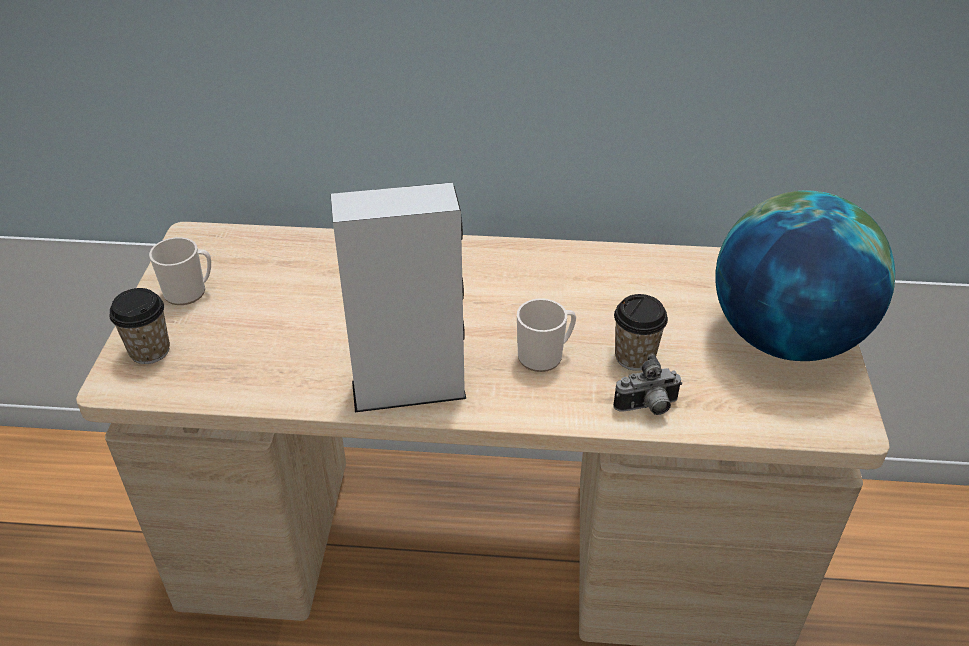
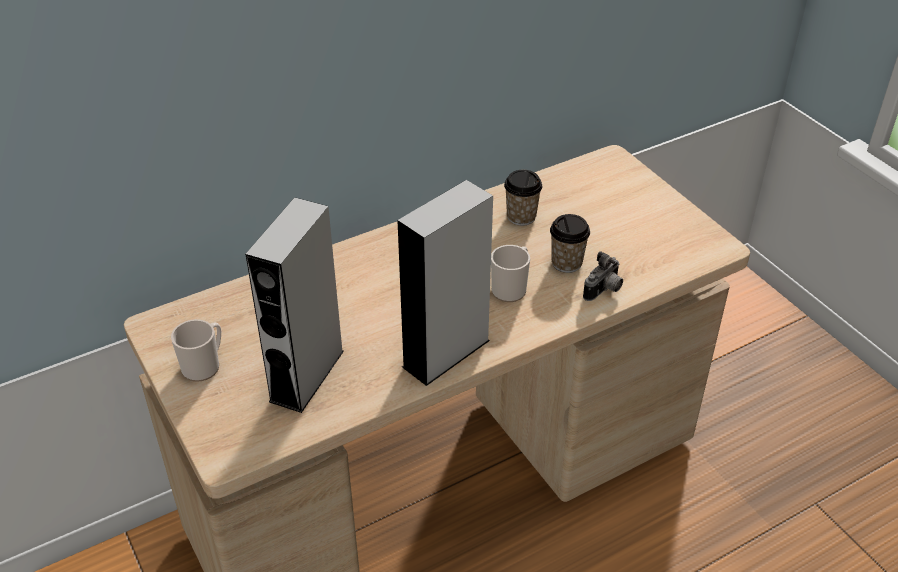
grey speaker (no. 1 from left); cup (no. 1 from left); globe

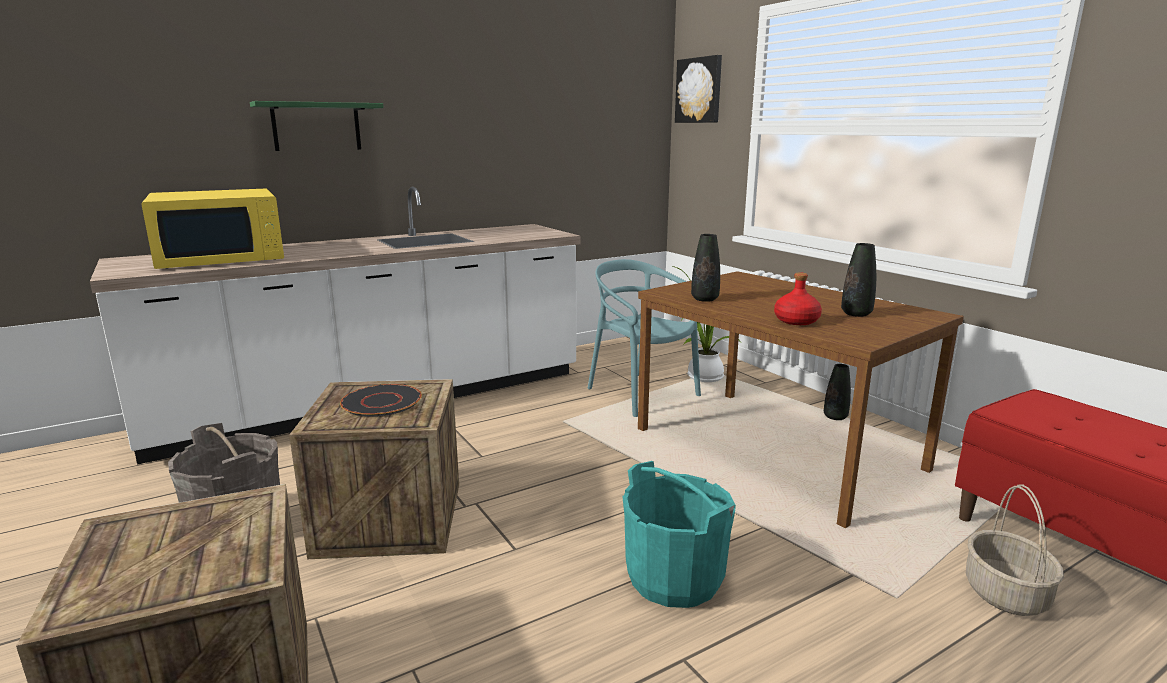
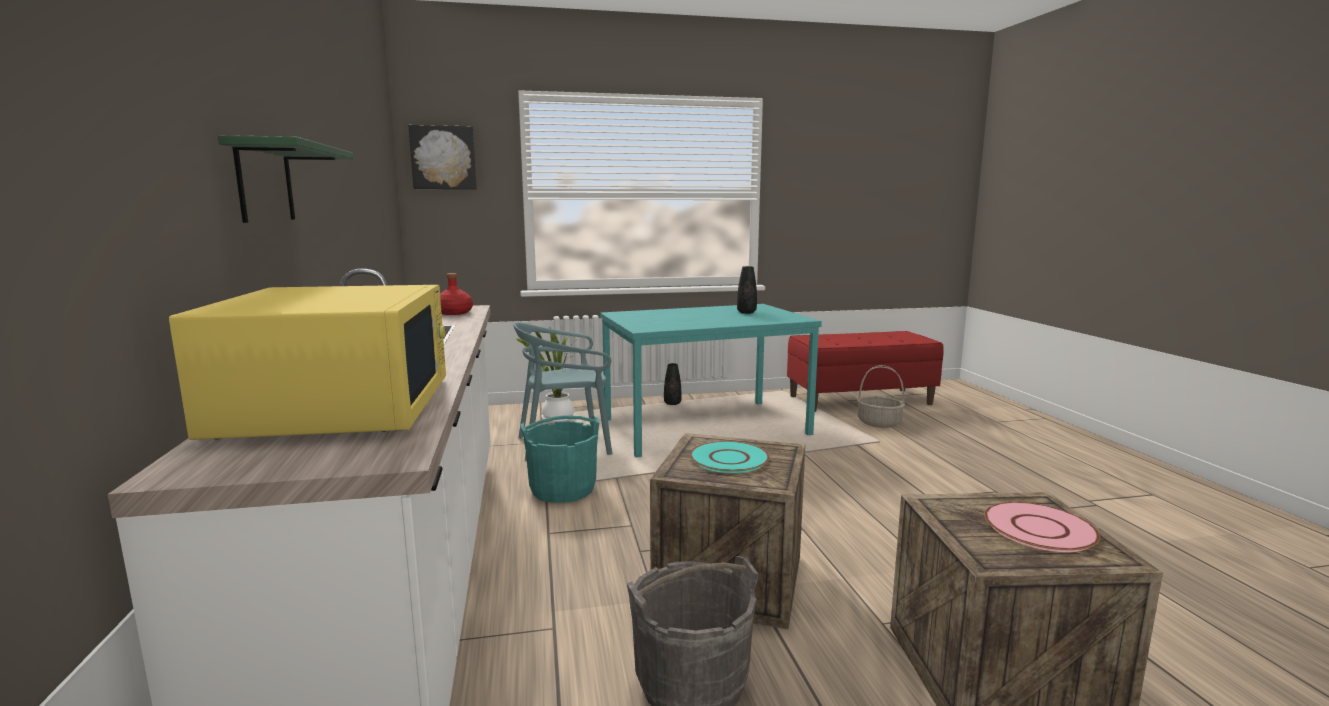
red bottle; turquoise bucket; turquoise dining table; turquoise plate; pink plate; black vase (no. 1 from left in the first image)

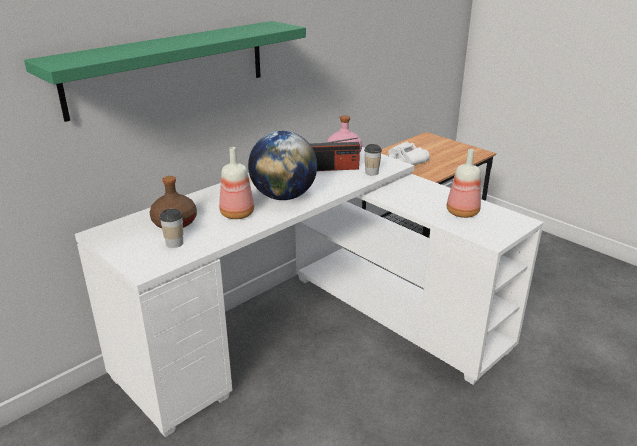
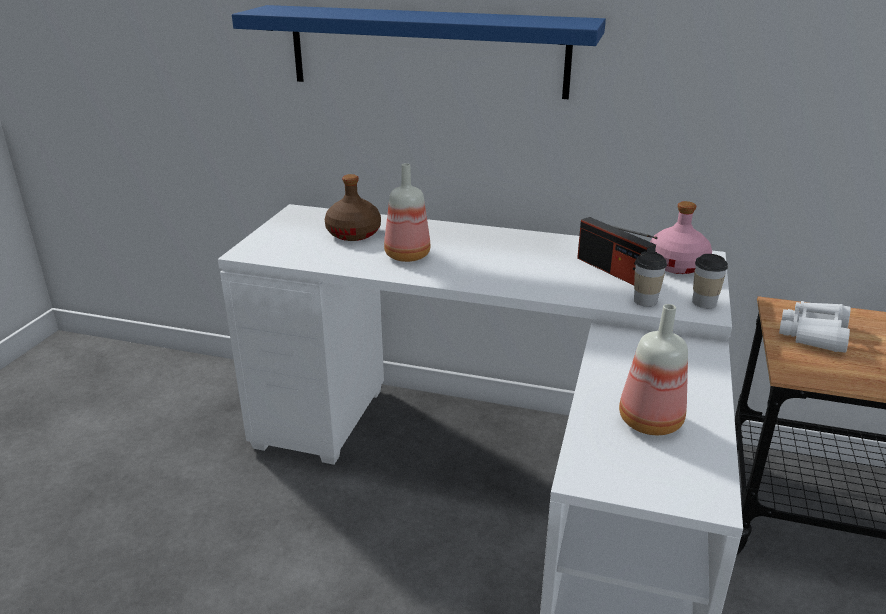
blue shelf; cup (no. 2 from left); globe

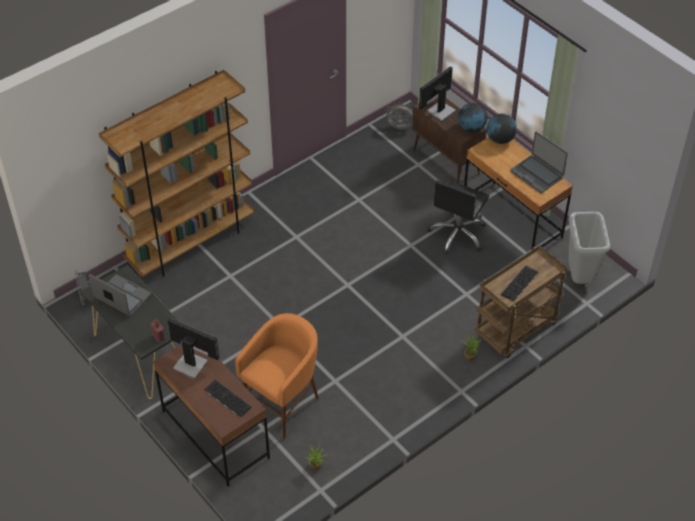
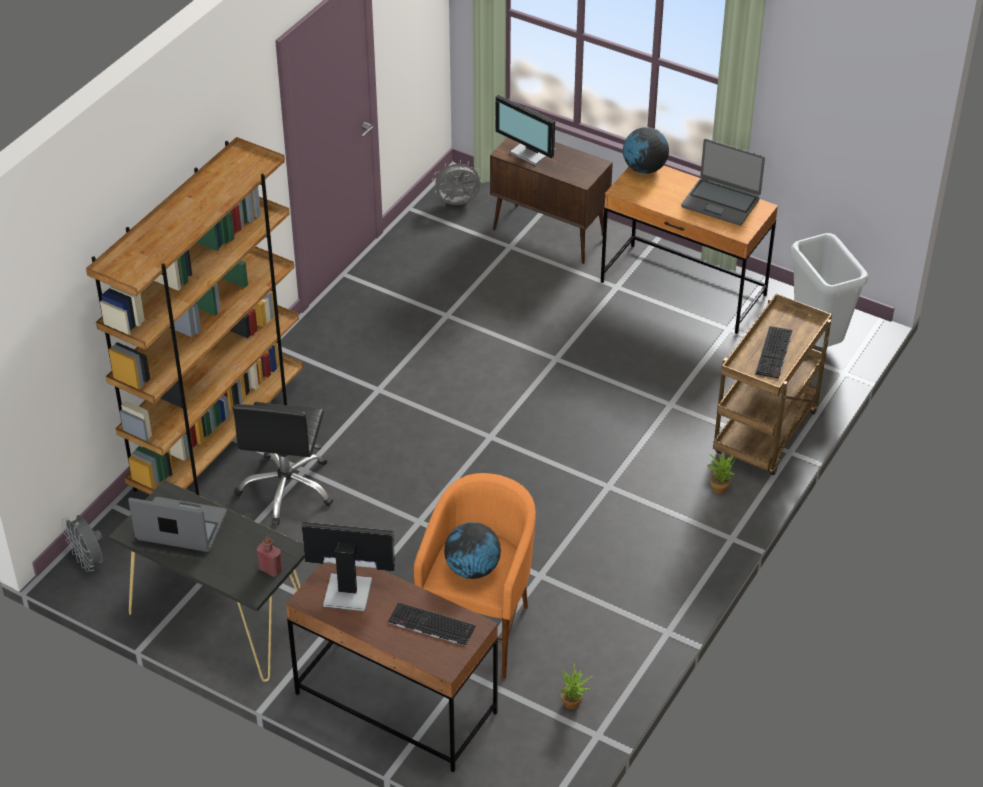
black office chair; globe (no. 1 from left); monitor (no. 2 from left)

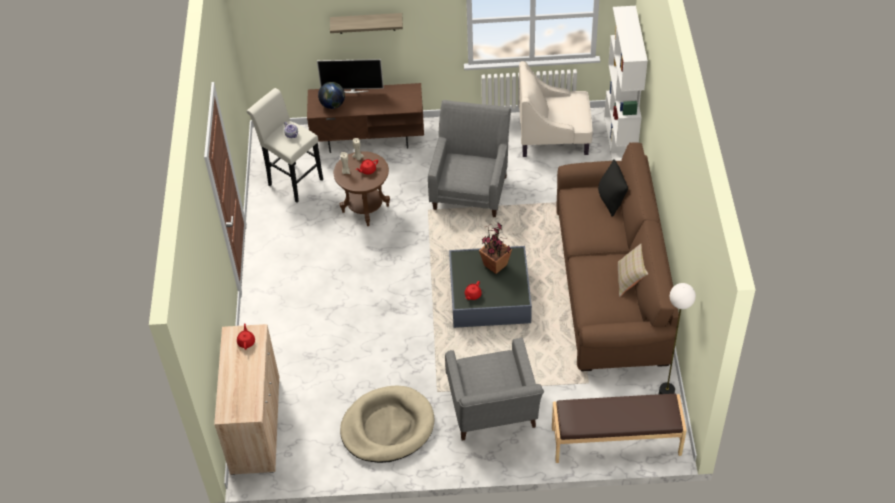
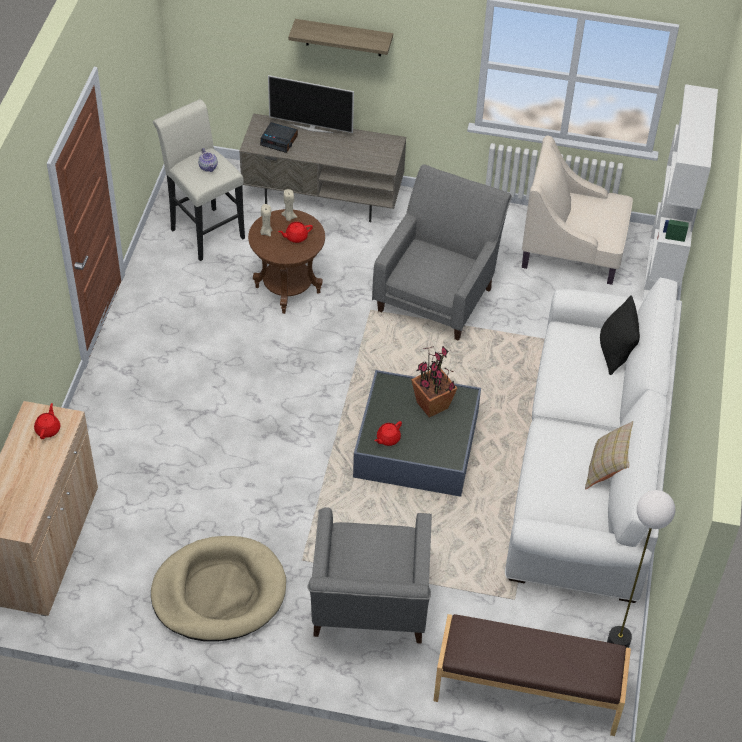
grey tv stand; alarm clock; white sofa

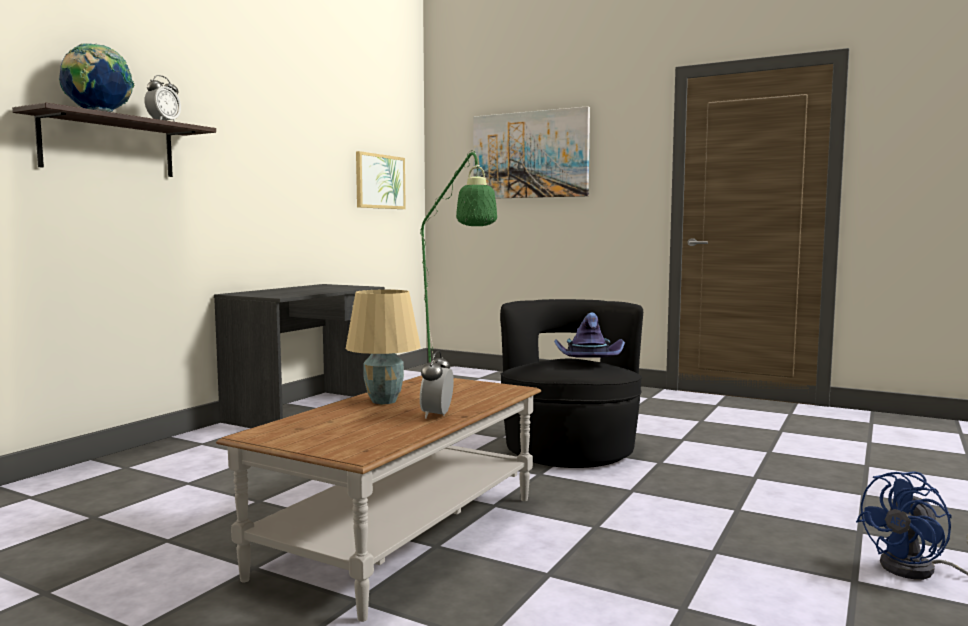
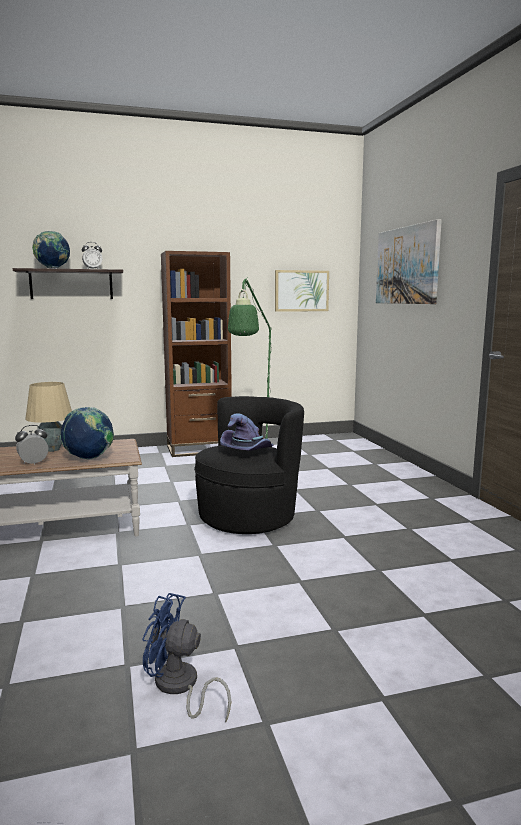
globe (no. 2 from left); brown bookcase

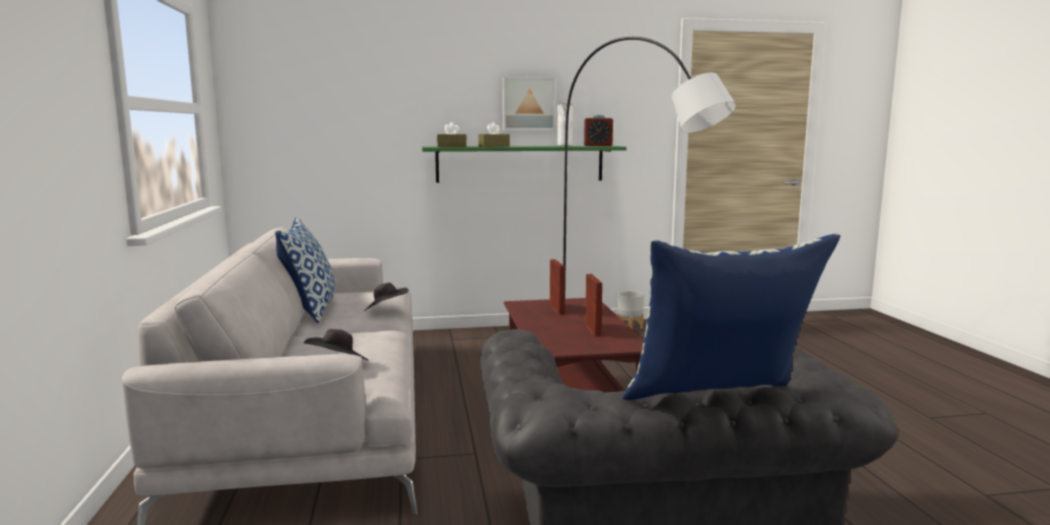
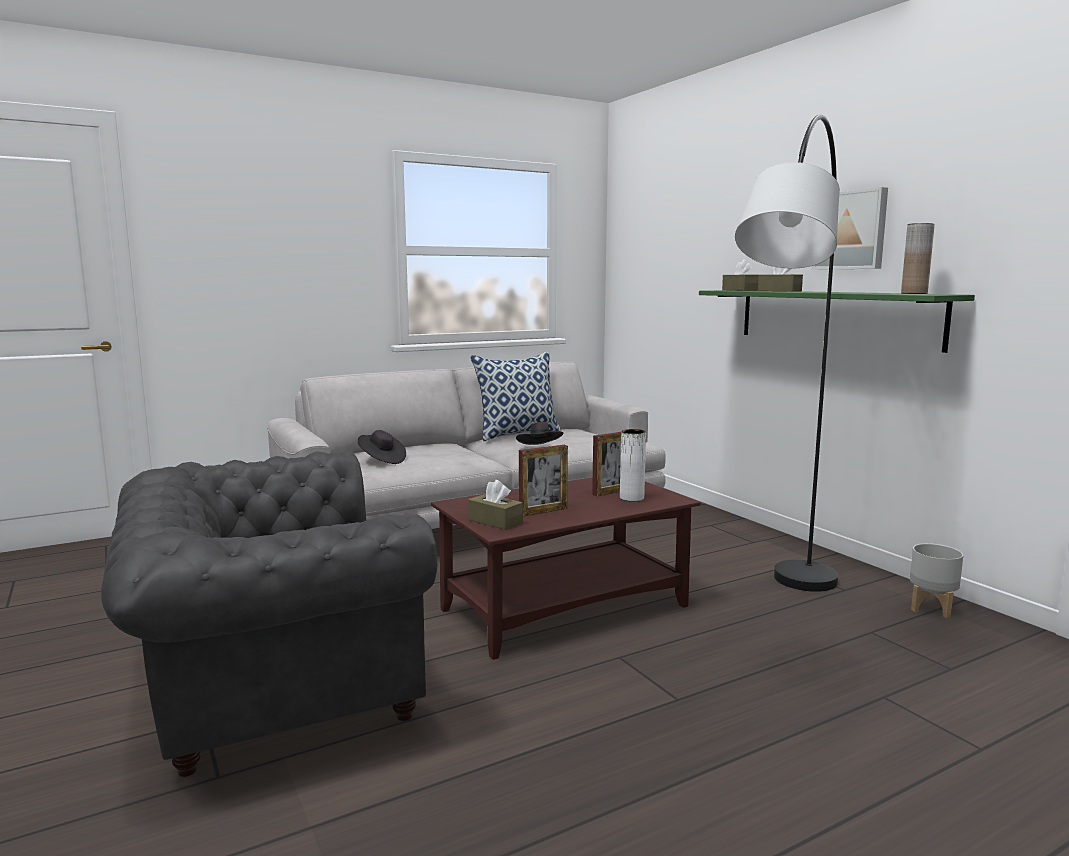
brown tissue box (no. 1 from left); white vase; brown vase; pillow (no. 2 from left in the first image)

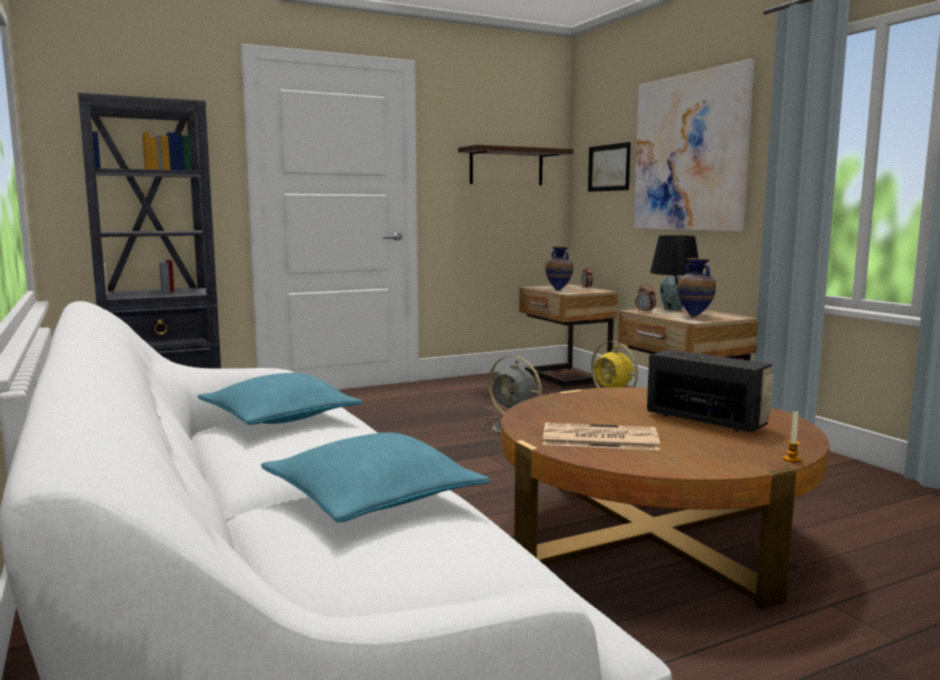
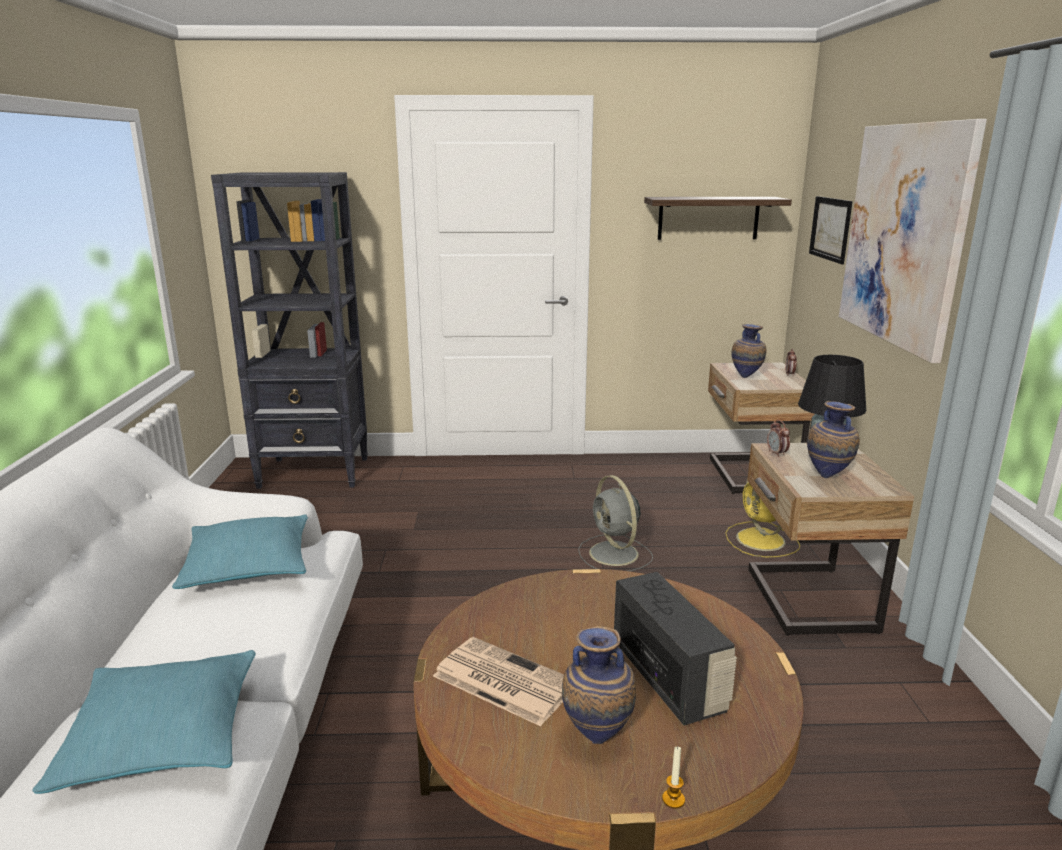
vase (no. 1 from left)

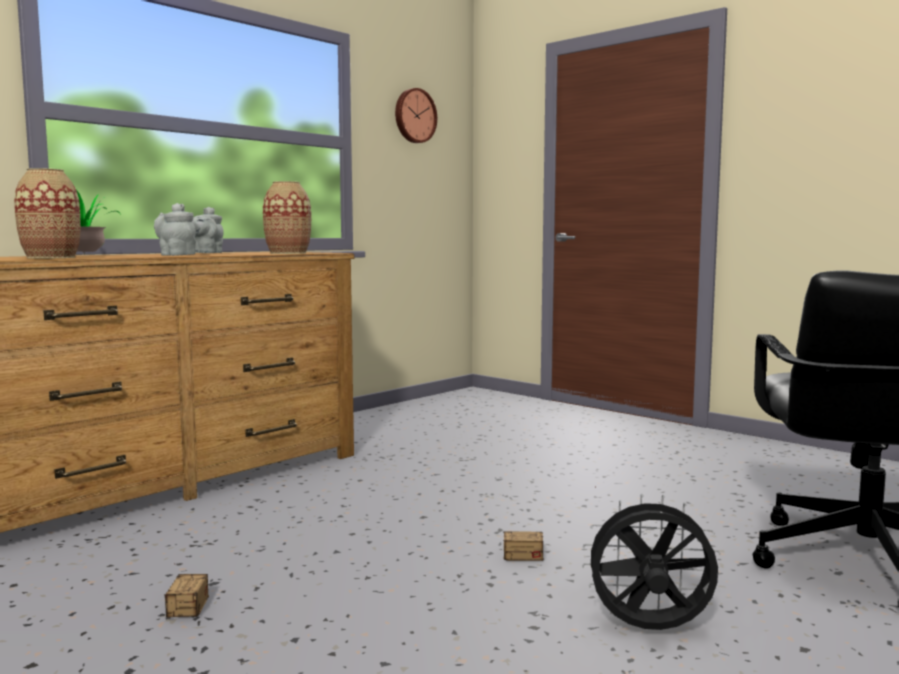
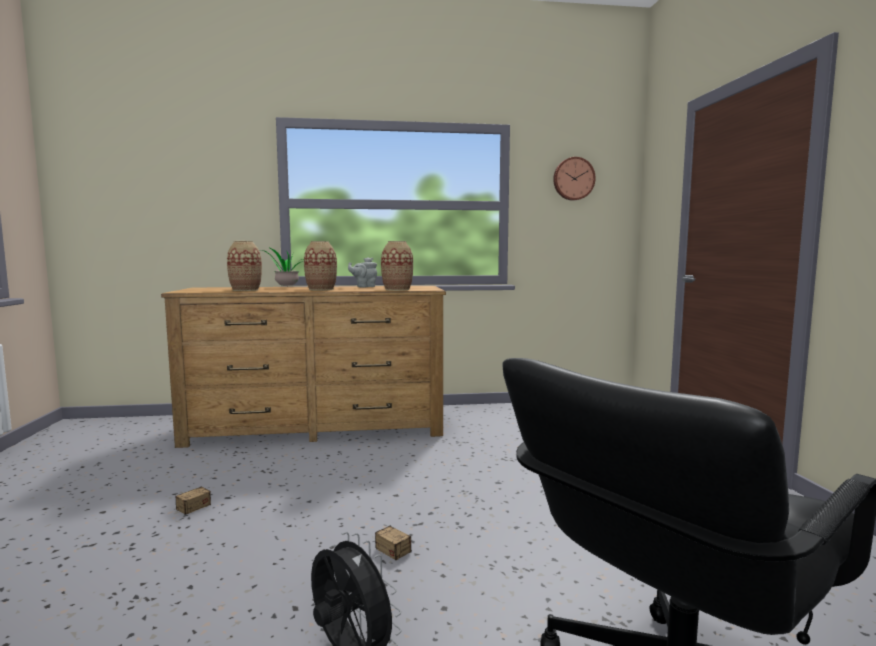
vase (no. 2 from left)

